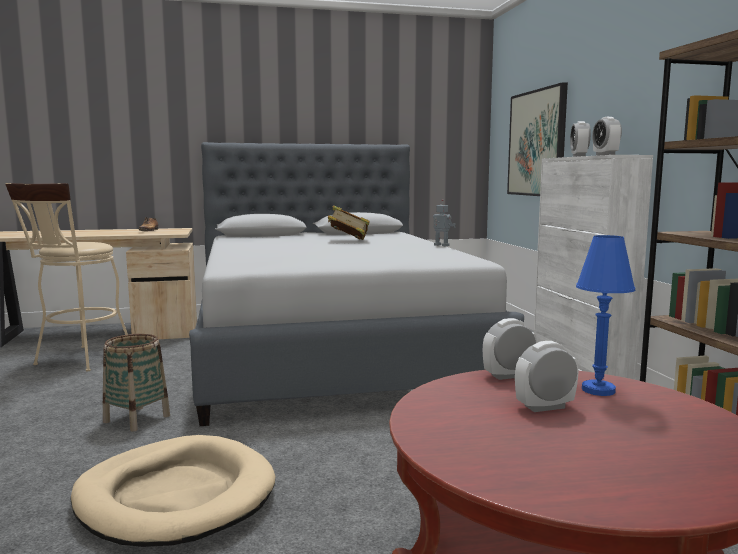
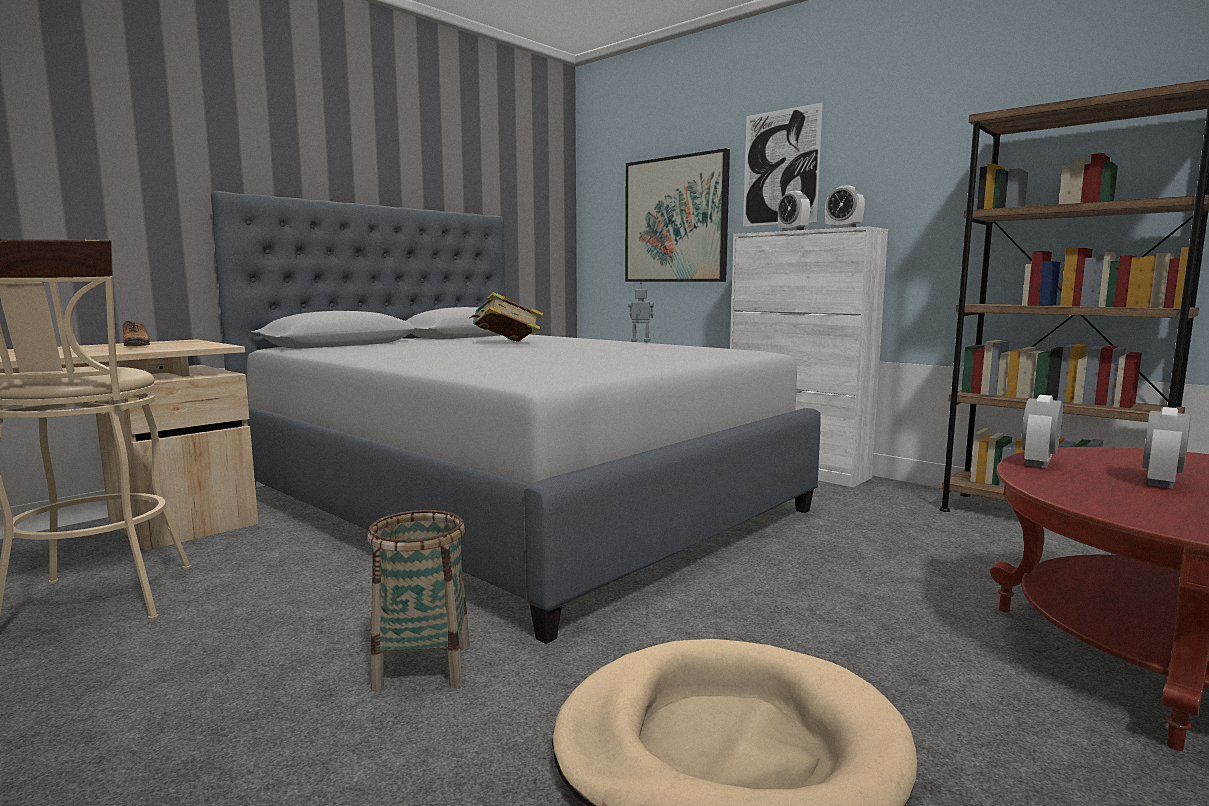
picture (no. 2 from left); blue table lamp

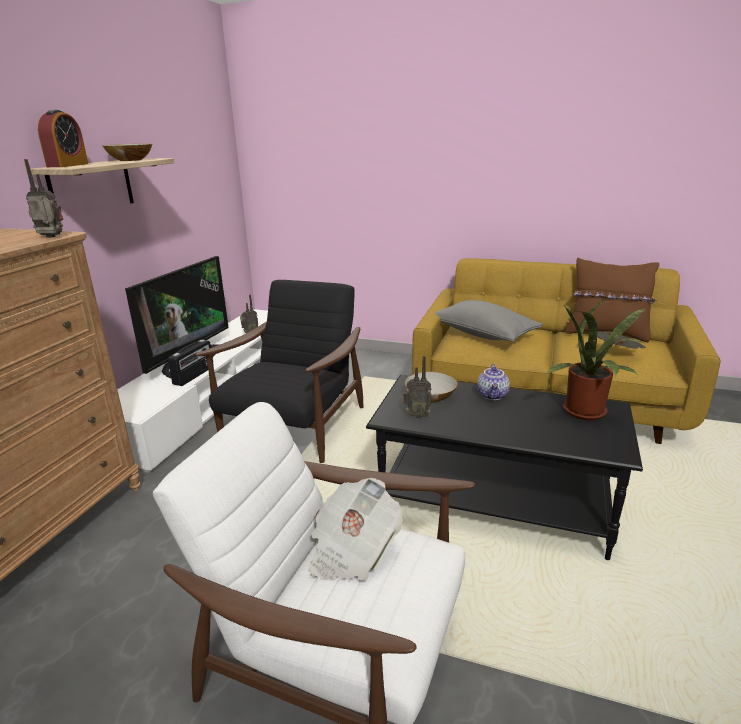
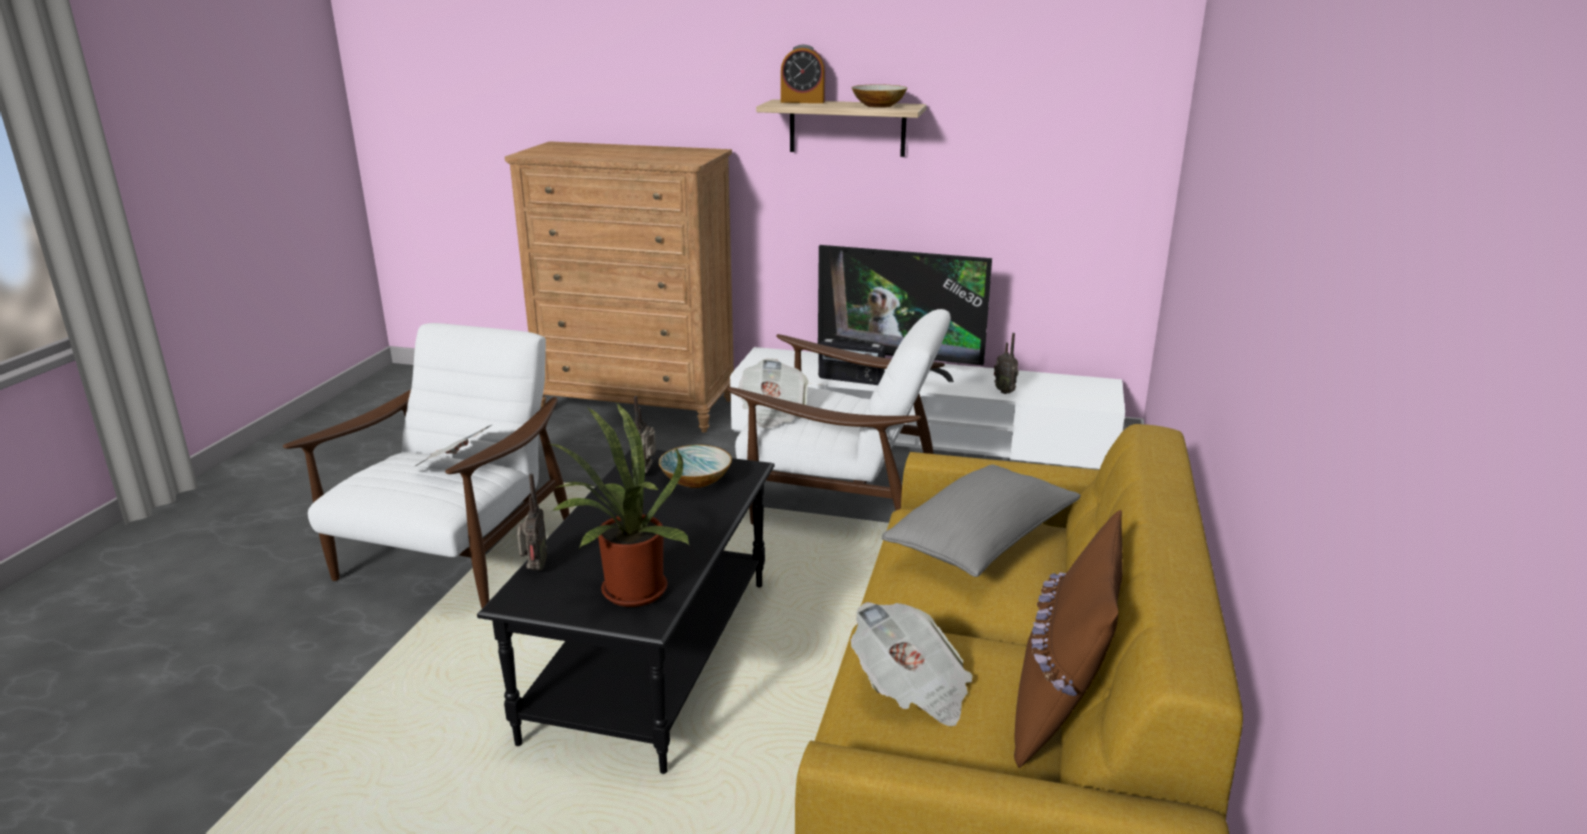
radio (no. 1 from left); white armchair (no. 2 from left); newspaper (no. 2 from left); teapot

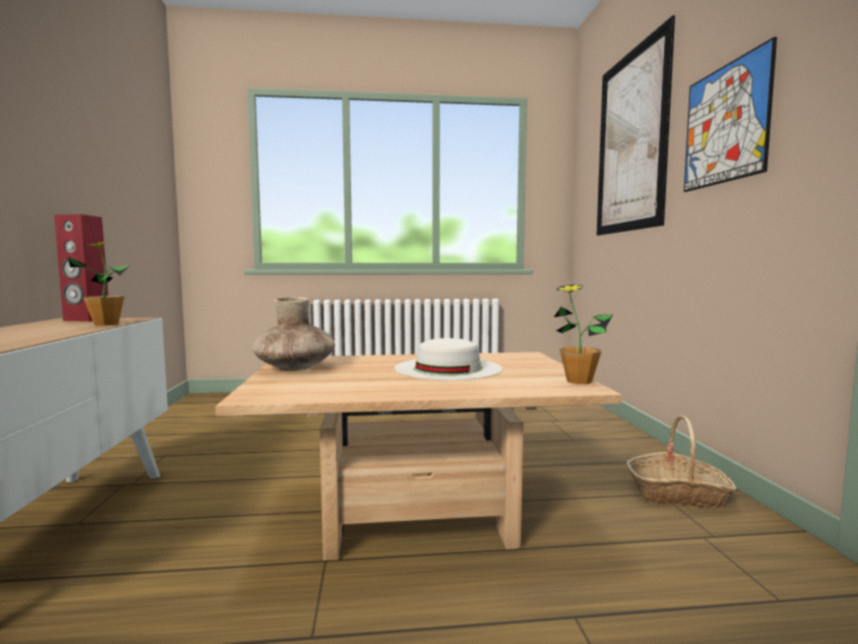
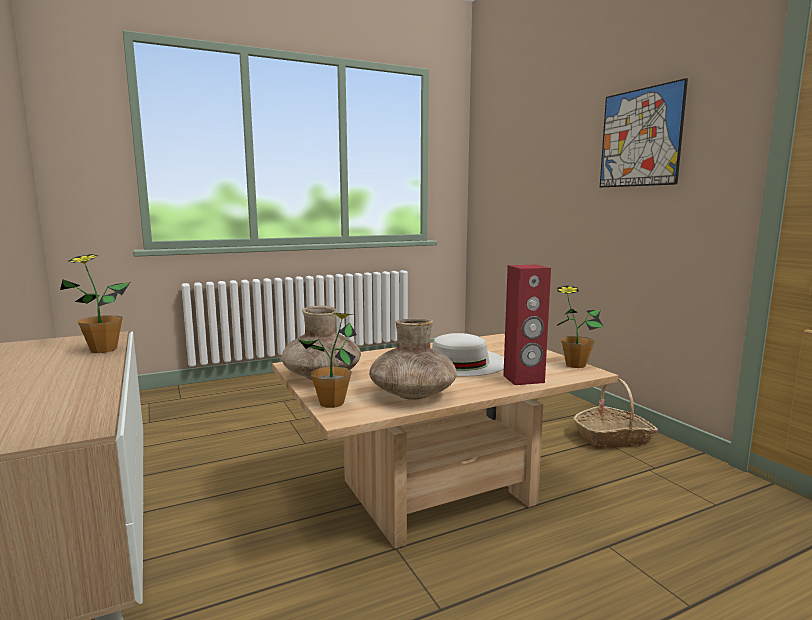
potted plant (no. 2 from left); brown vase (no. 2 from left); red speaker; picture (no. 1 from left in the first image)

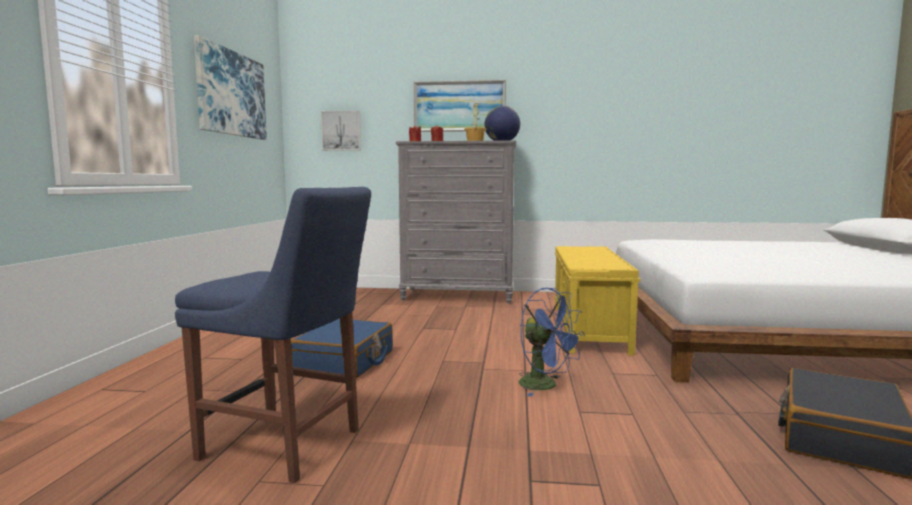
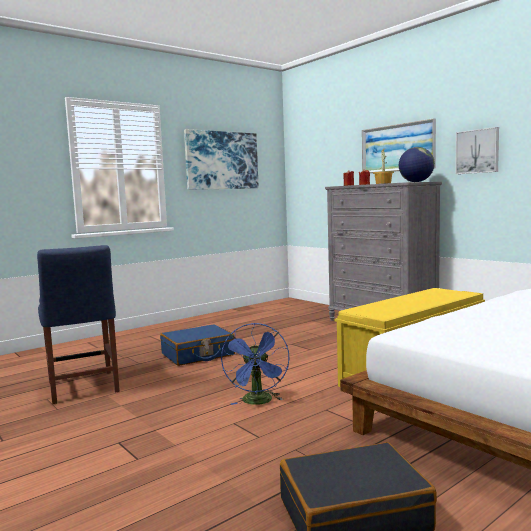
picture (no. 3 from left)

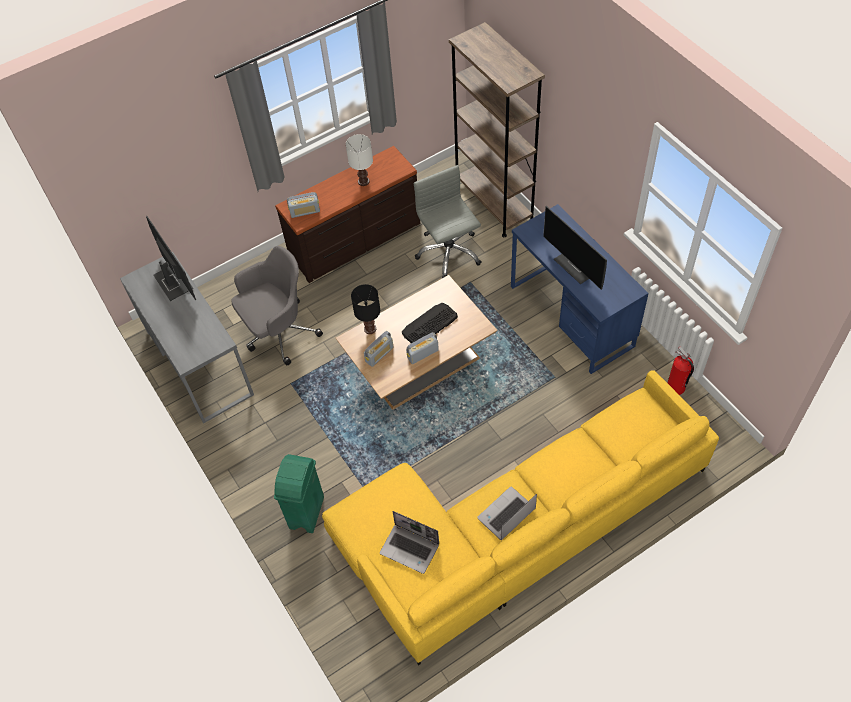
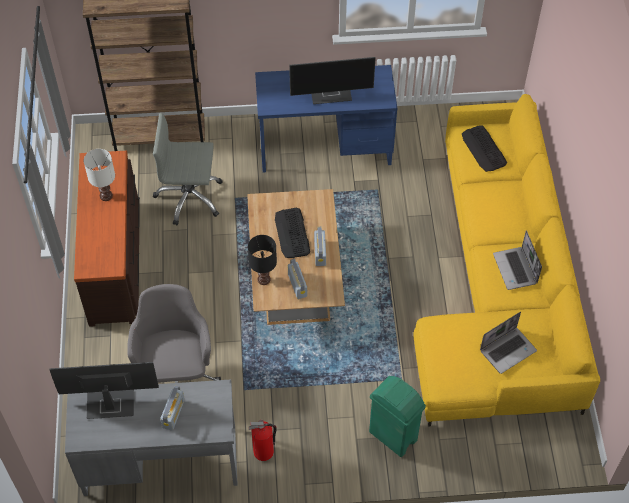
radio (no. 1 from left); fire extinguisher; keyboard (no. 2 from left)

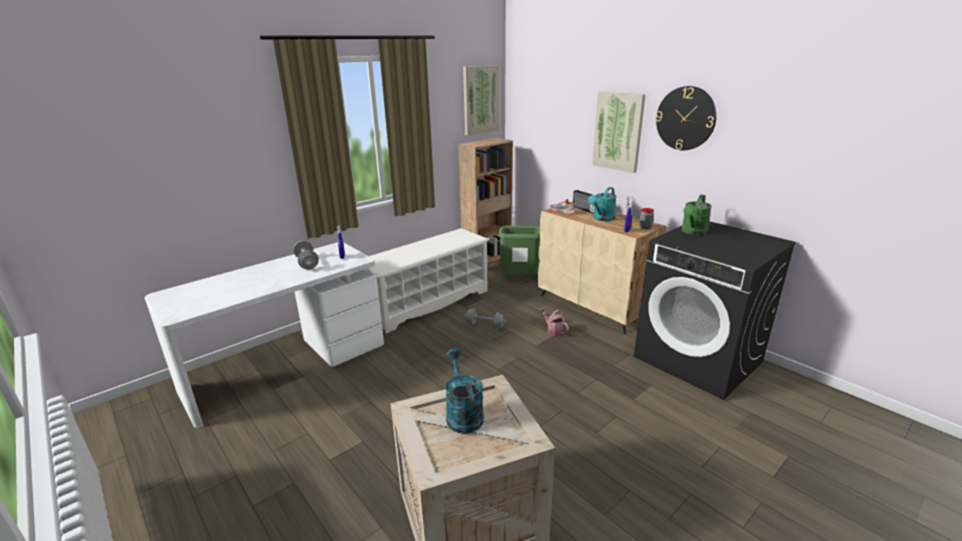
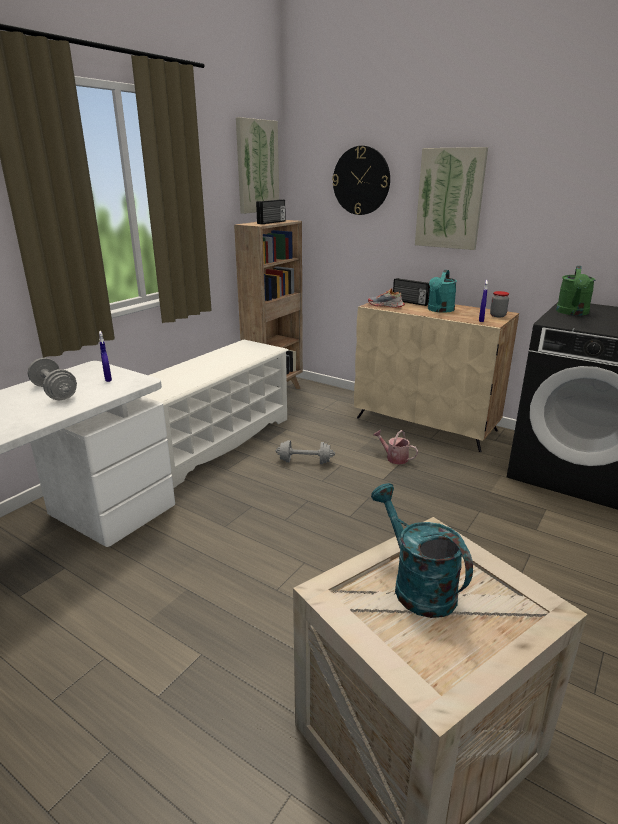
radio (no. 1 from left); wall clock; green trash can

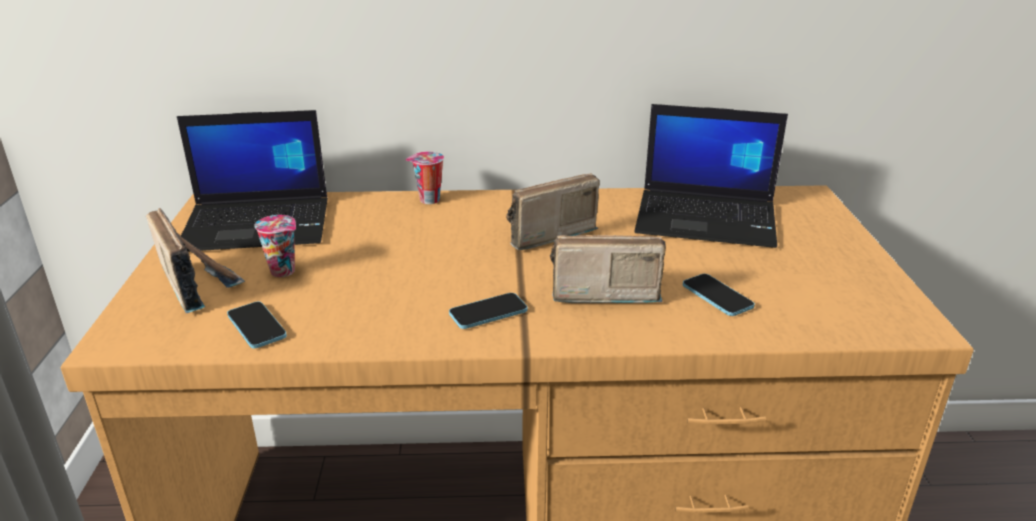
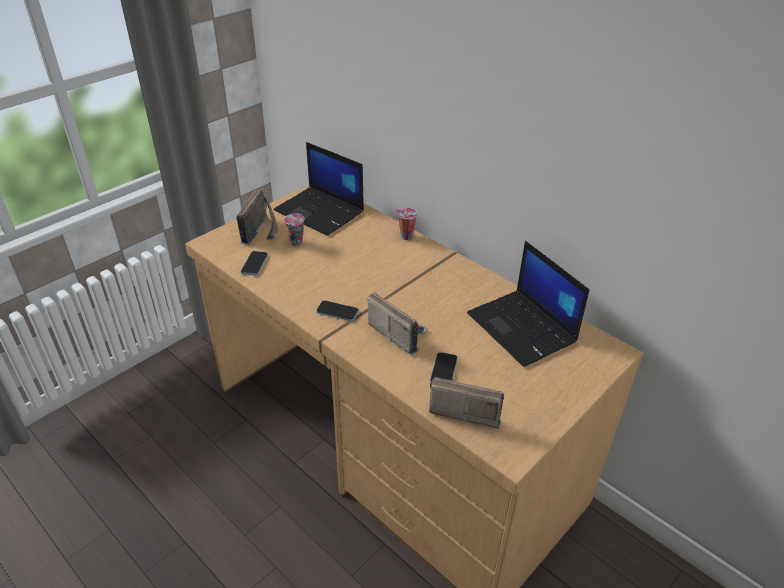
radio (no. 3 from left)

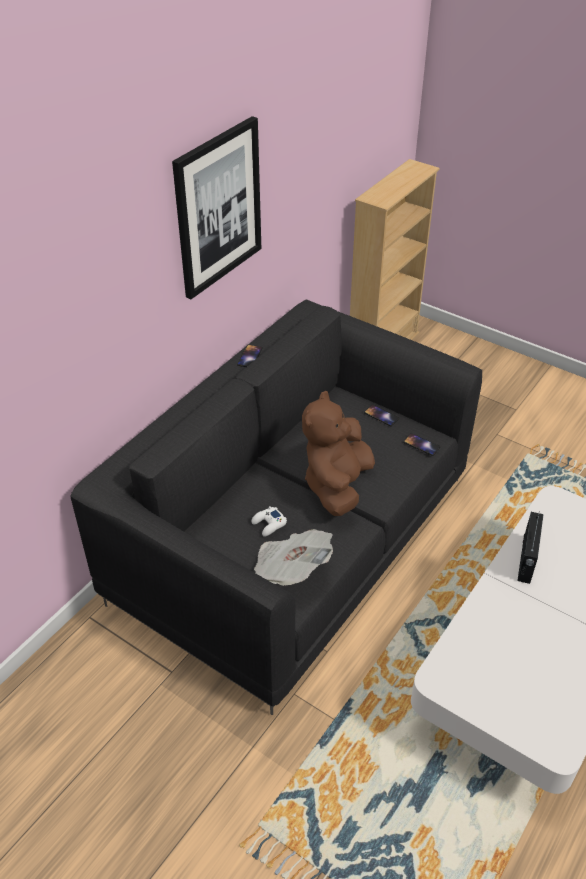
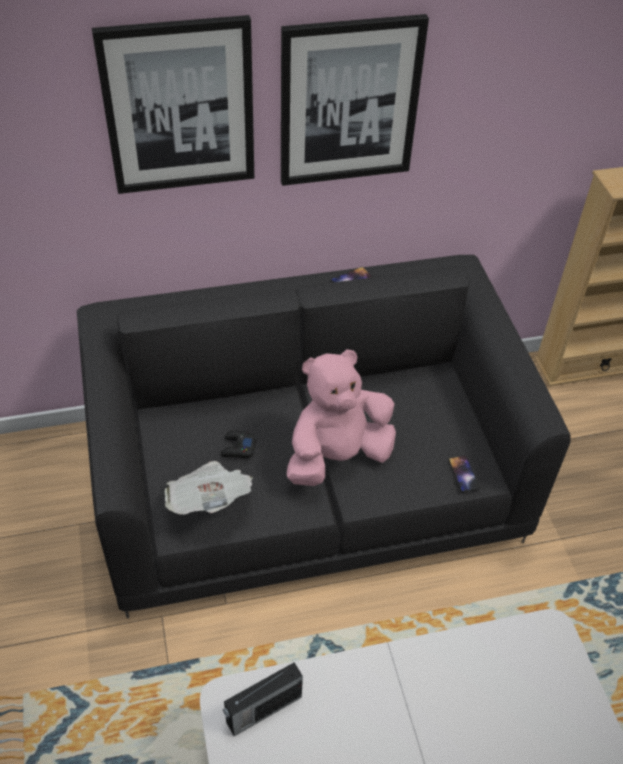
picture (no. 1 from left); black game controller; radio; pink plush toy; phone (no. 2 from left in the first image)

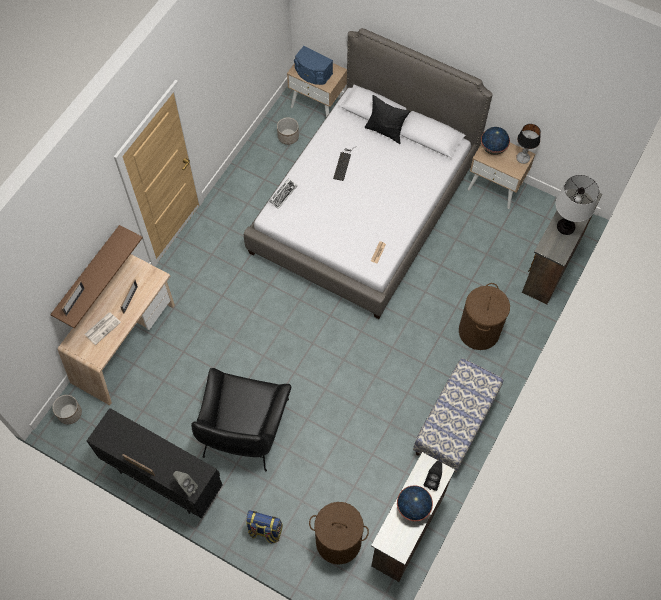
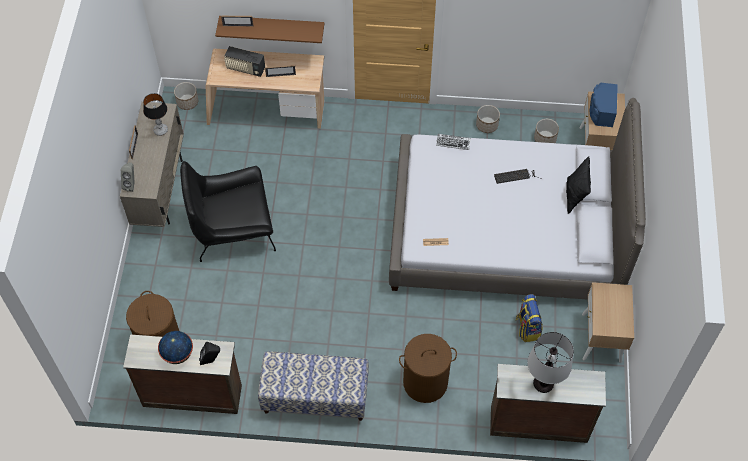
beige cabinet; table lamp (no. 1 from left); radio; planter (no. 2 from left); backpack; globe (no. 2 from left in the first image)

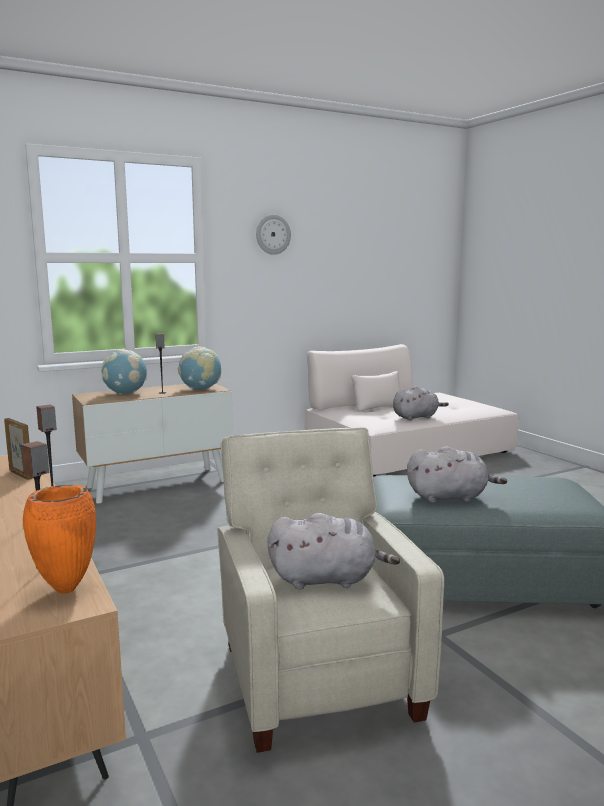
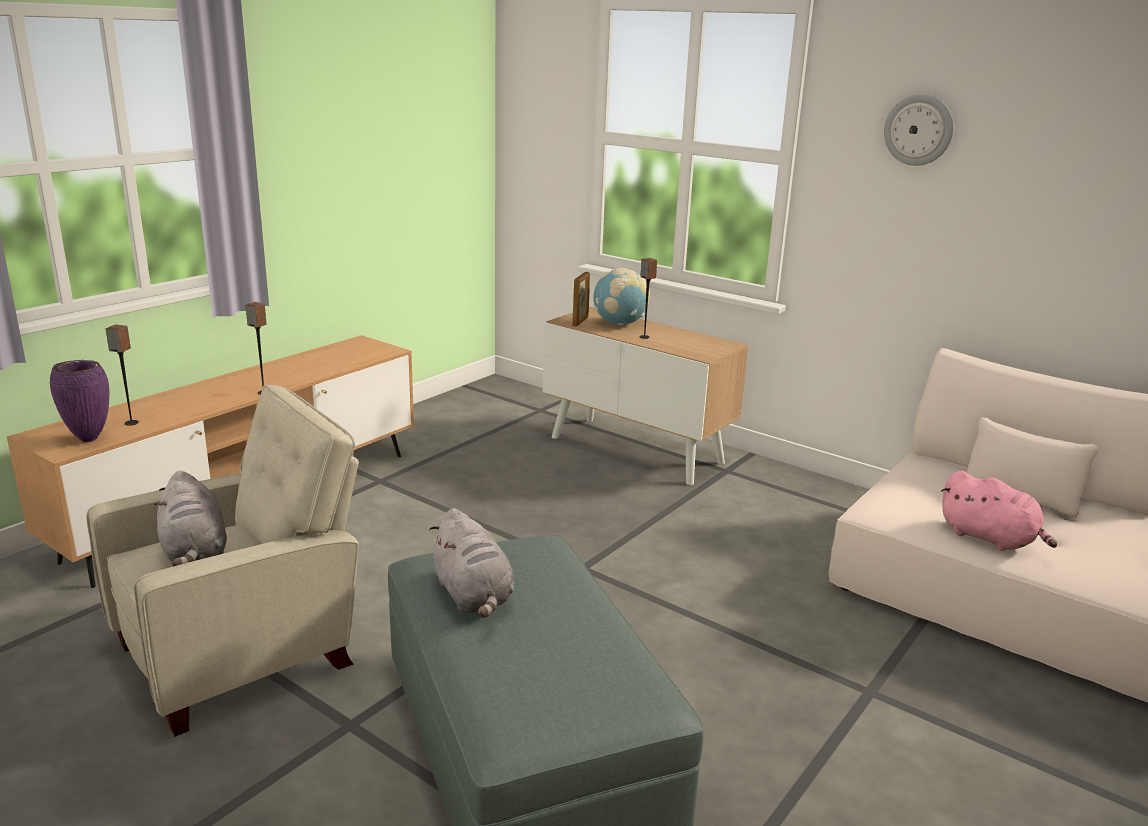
purple vase; picture frame; pink plush toy; globe (no. 2 from left in the first image)

